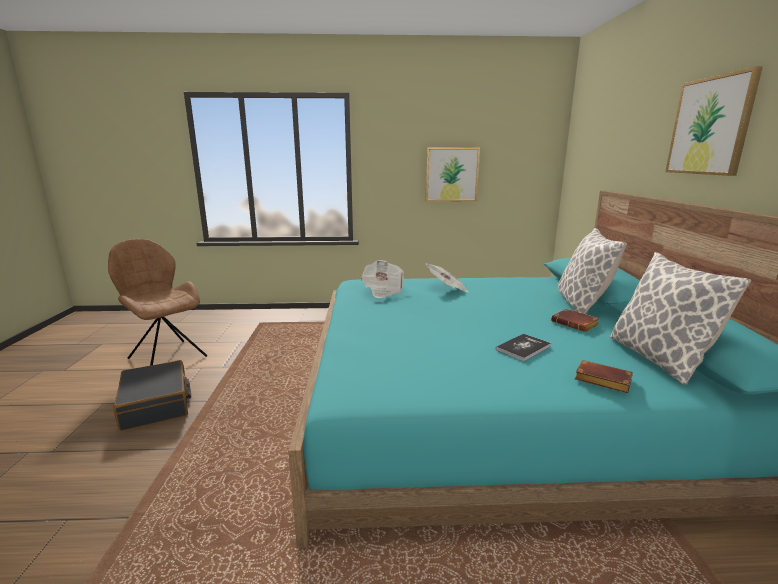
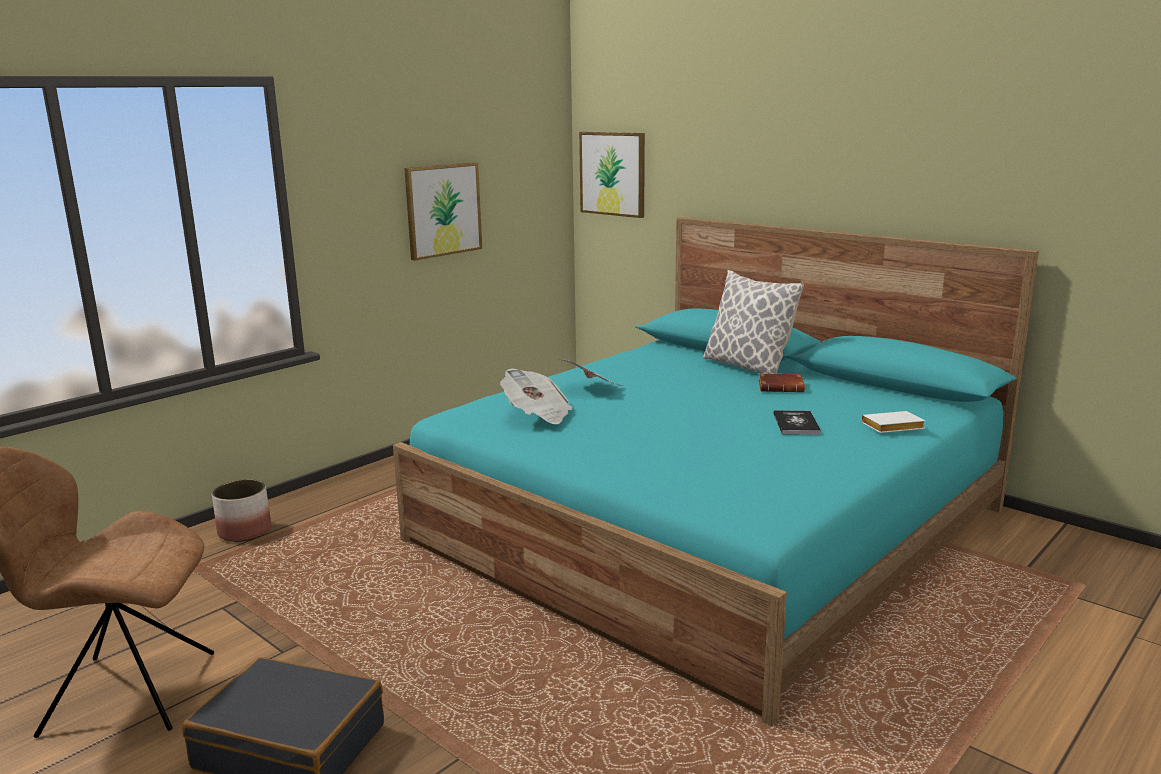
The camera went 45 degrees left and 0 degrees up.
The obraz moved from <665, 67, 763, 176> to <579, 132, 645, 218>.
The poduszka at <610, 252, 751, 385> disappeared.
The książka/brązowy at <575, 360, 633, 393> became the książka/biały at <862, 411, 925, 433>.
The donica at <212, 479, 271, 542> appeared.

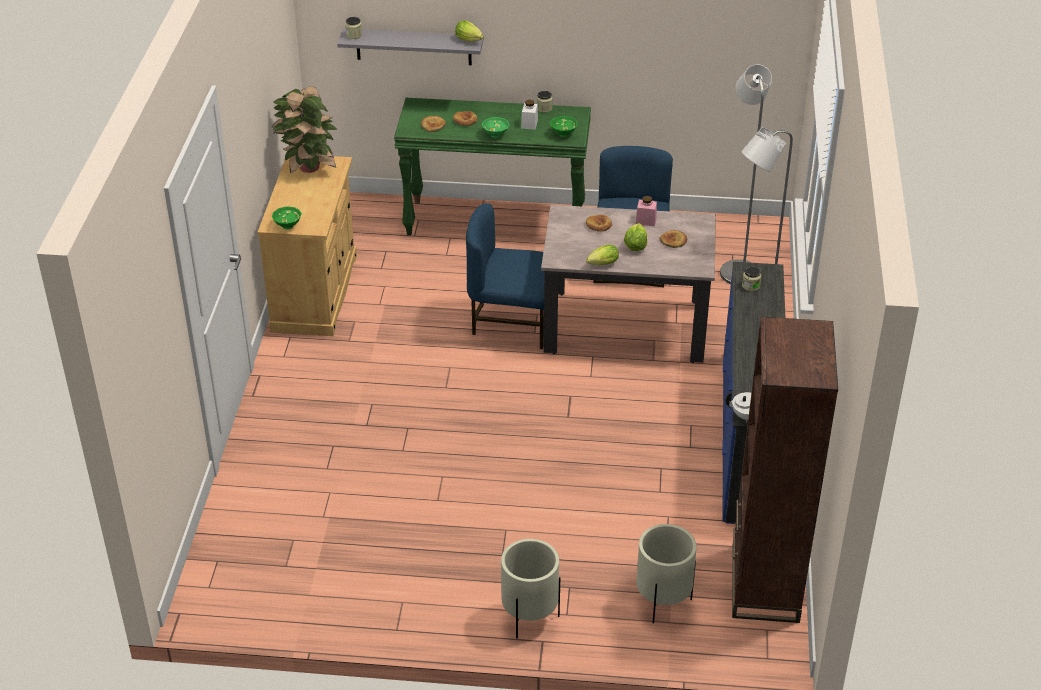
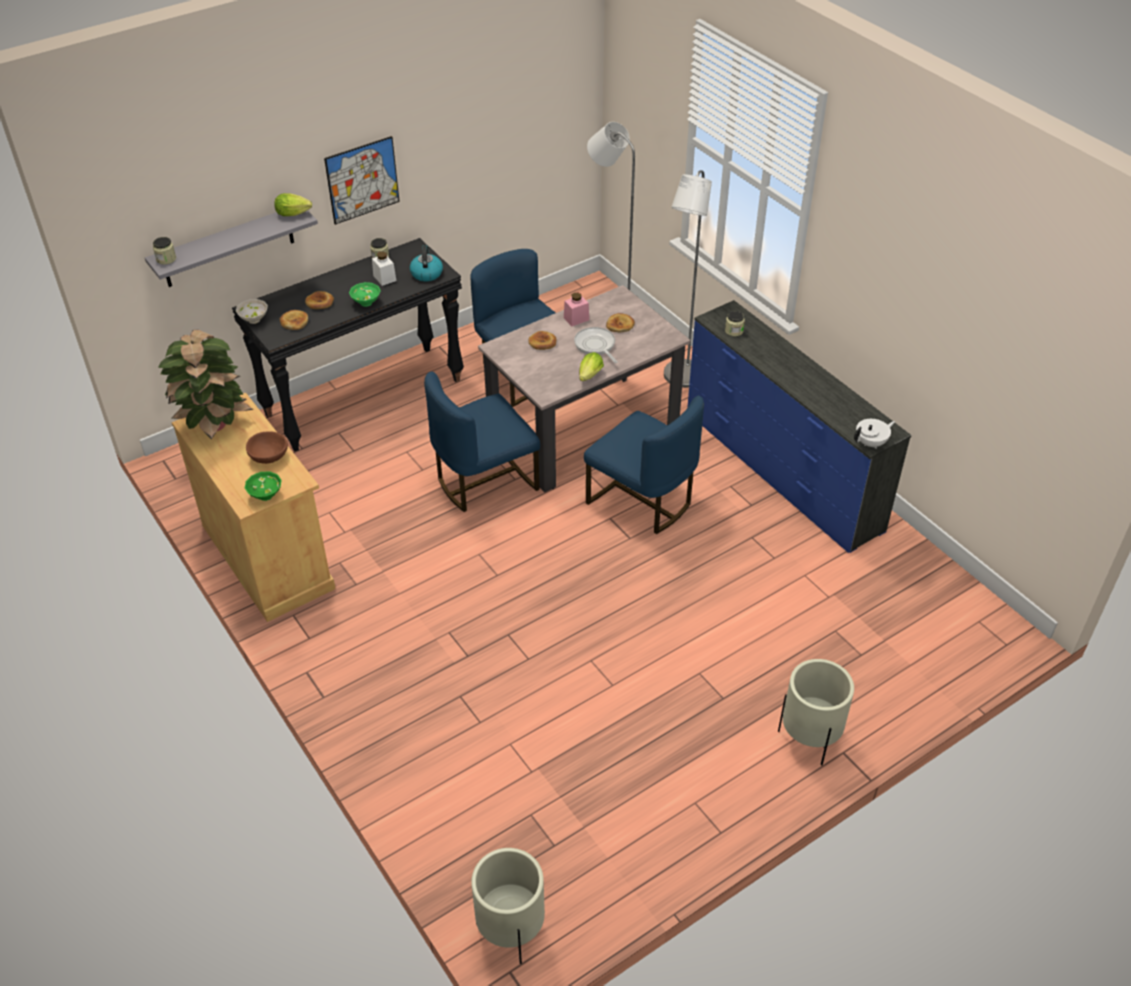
The camera went 40 degrees left and 5 degrees up.
The stolik konsolowy/zielony at <394, 98, 591, 236> became the stolik konsolowy/czarny at <232, 238, 464, 452>.
The miska/zielony at <550, 116, 578, 137> was replaced by the czajnik at <410, 245, 443, 281>.
The sałata at <624, 223, 647, 251> was replaced by the patelnia at <574, 327, 618, 363>.
The regał/brązowy at <732, 317, 838, 623> disappeared.
The donica/beżowy moved from <636, 524, 697, 624> to <471, 848, 545, 964>.
The obraz at <324, 136, 400, 225> appeared.
The miska/biały at <236, 299, 268, 324> appeared.
The krzesło/niebieski at <584, 396, 704, 534> appeared.
The miska/brązowy at <246, 431, 288, 464> appeared.

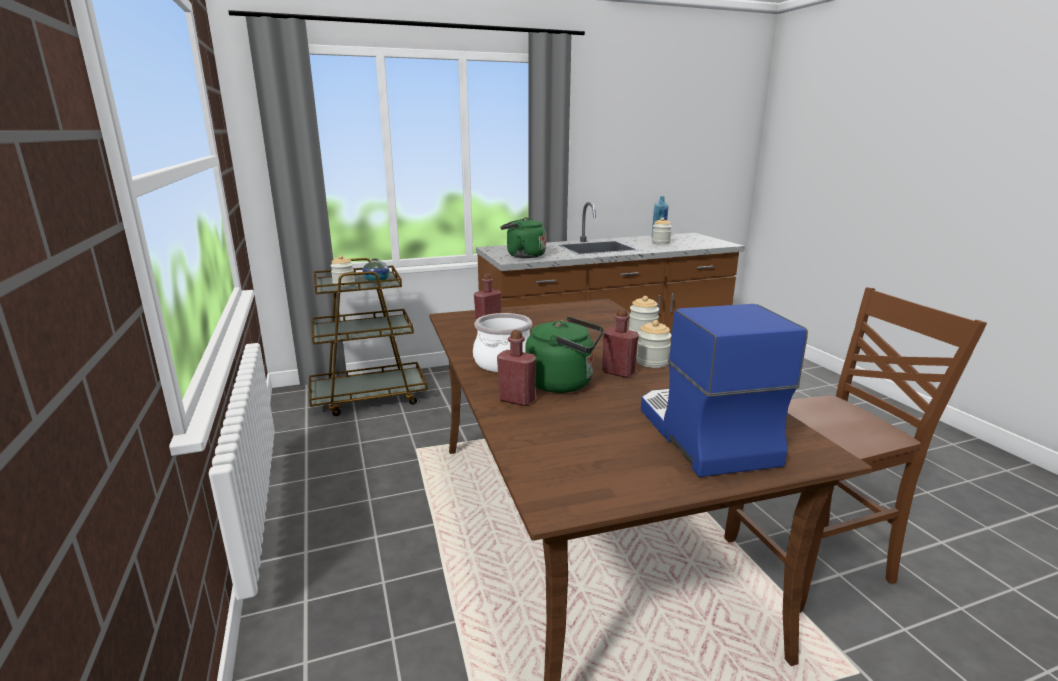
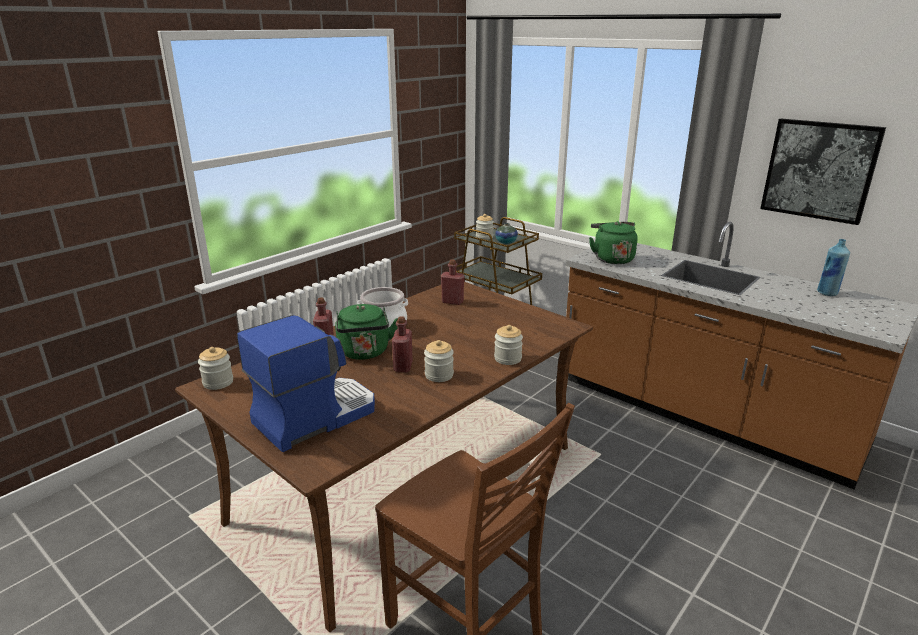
The camera went 60 degrees right and 5 degrees up.
The słoik moved from <652, 218, 672, 244> to <198, 347, 233, 390>.
The obraz at <760, 119, 886, 225> appeared.

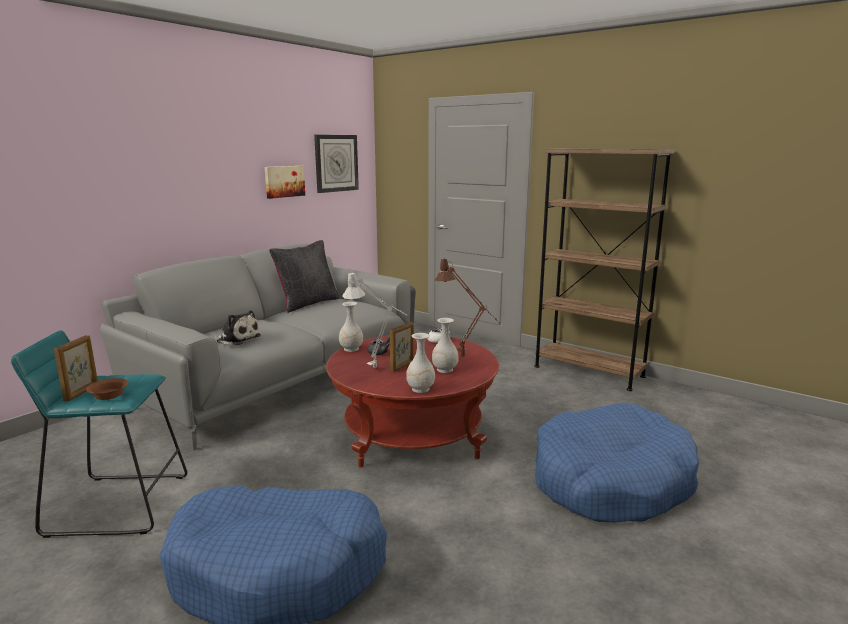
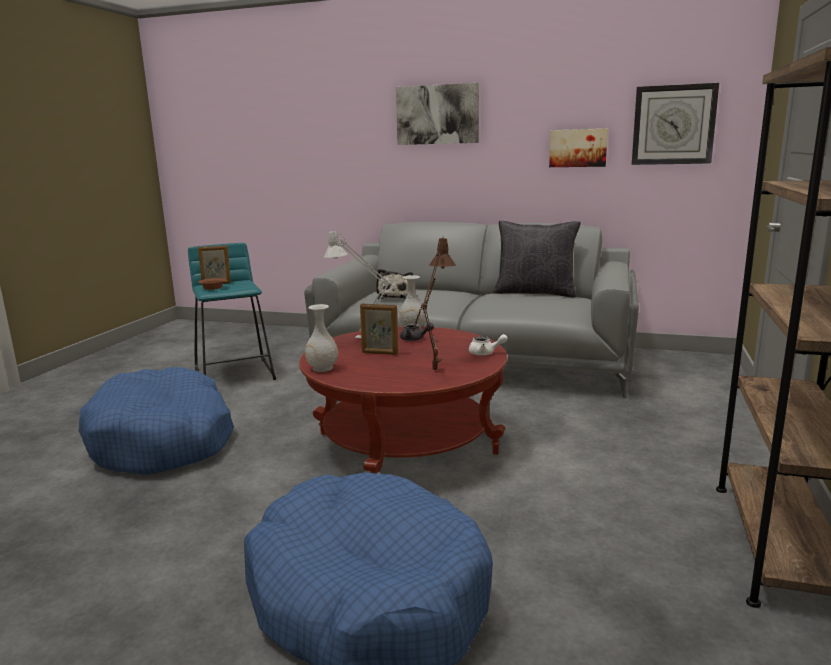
The camera went 70 degrees right and 0 degrees up.
The wazon/biały at <432, 318, 459, 373> disappeared.
The obraz at <396, 83, 479, 145> appeared.

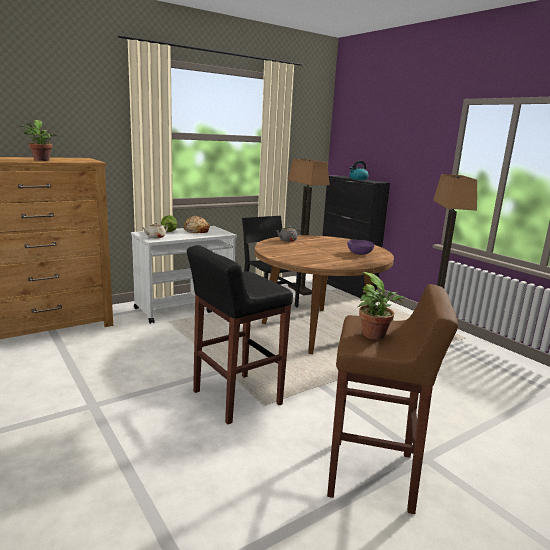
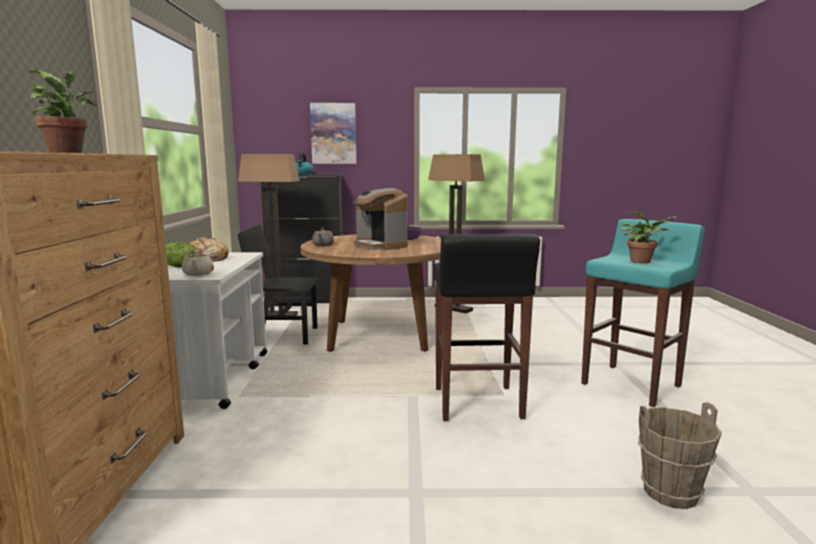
The camera went 55 degrees left and 5 degrees down.
The stołek/brązowy at <327, 284, 458, 514> became the stołek/turkusowy at <581, 219, 705, 407>.
The obraz at <310, 103, 356, 164> appeared.
The ekspres do kawy at <352, 188, 408, 250> appeared.
The wiadro/brązowy at <638, 402, 722, 509> appeared.

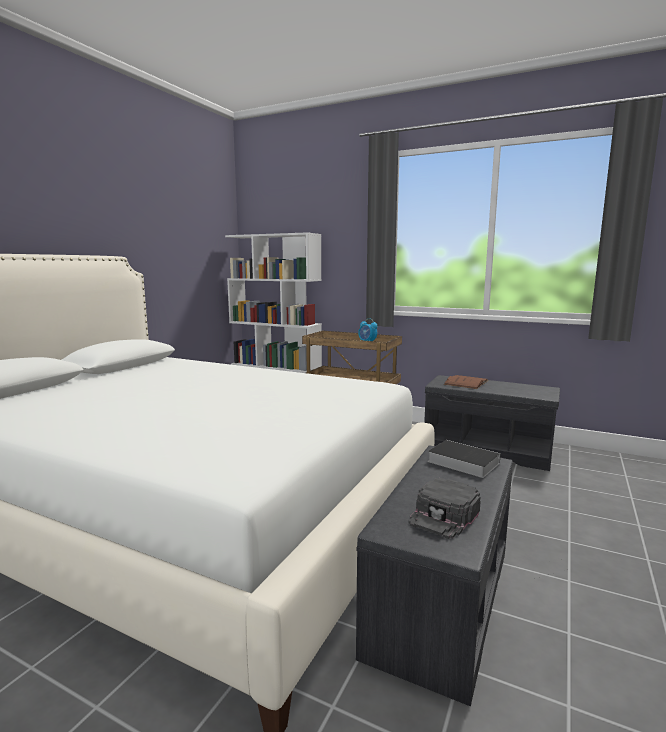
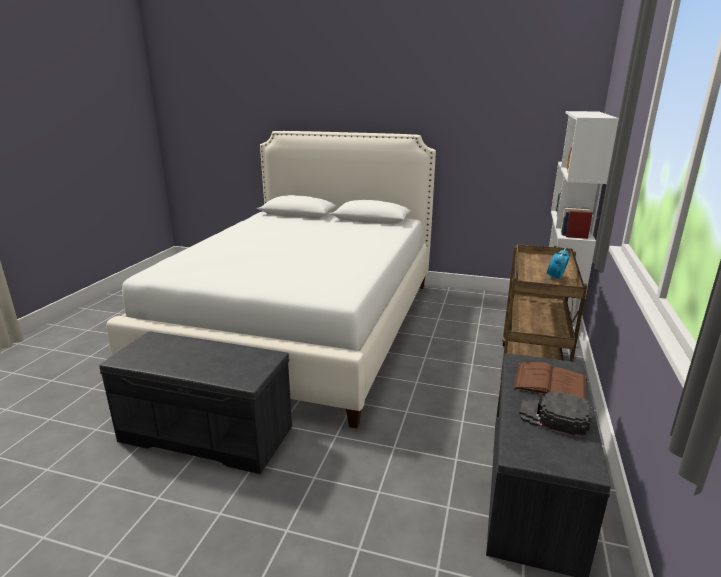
The camera went 80 degrees right and 10 degrees up.
The książka at <428, 440, 501, 478> disappeared.
The czapka z daszkiem/czarny moved from <409, 478, 481, 539> to <519, 391, 592, 437>.

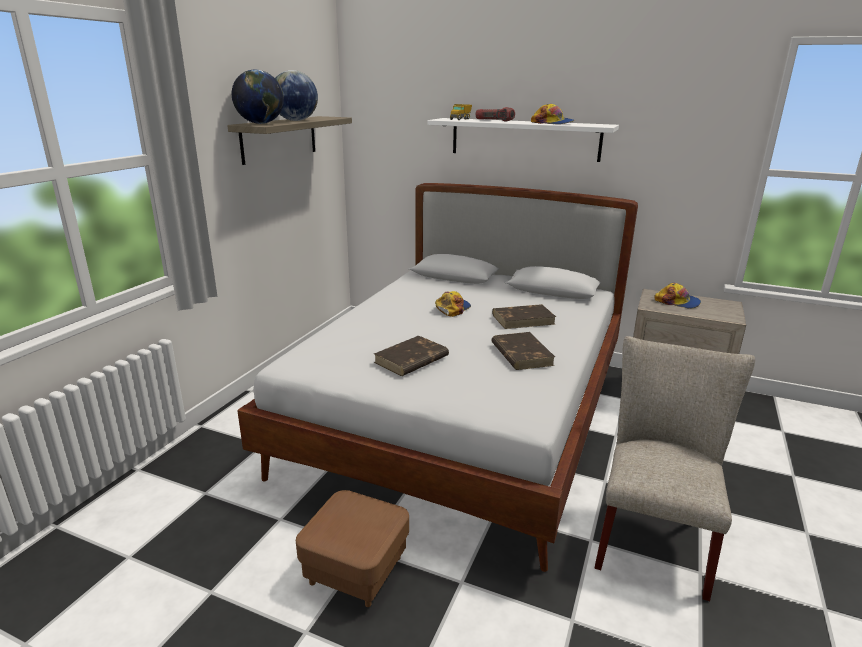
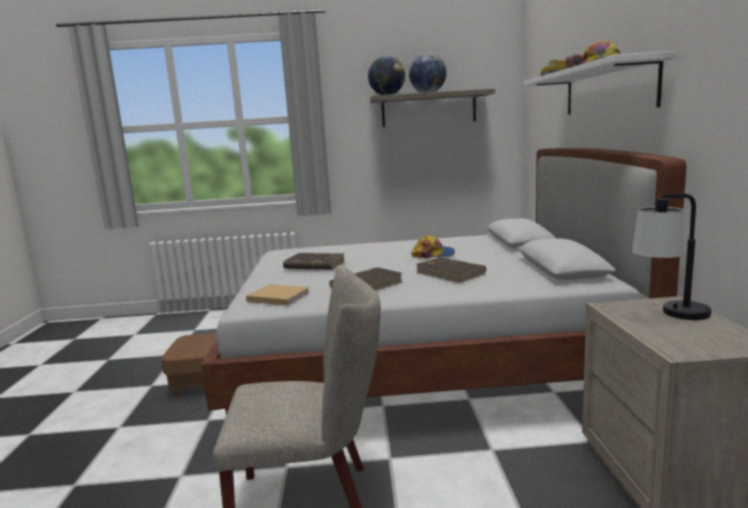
The camera went 65 degrees right and 10 degrees down.
The czapka z daszkiem at <655, 283, 701, 309> was replaced by the lampa stołowa at <632, 194, 711, 320>.
The książka/beżowy at <246, 284, 310, 306> appeared.

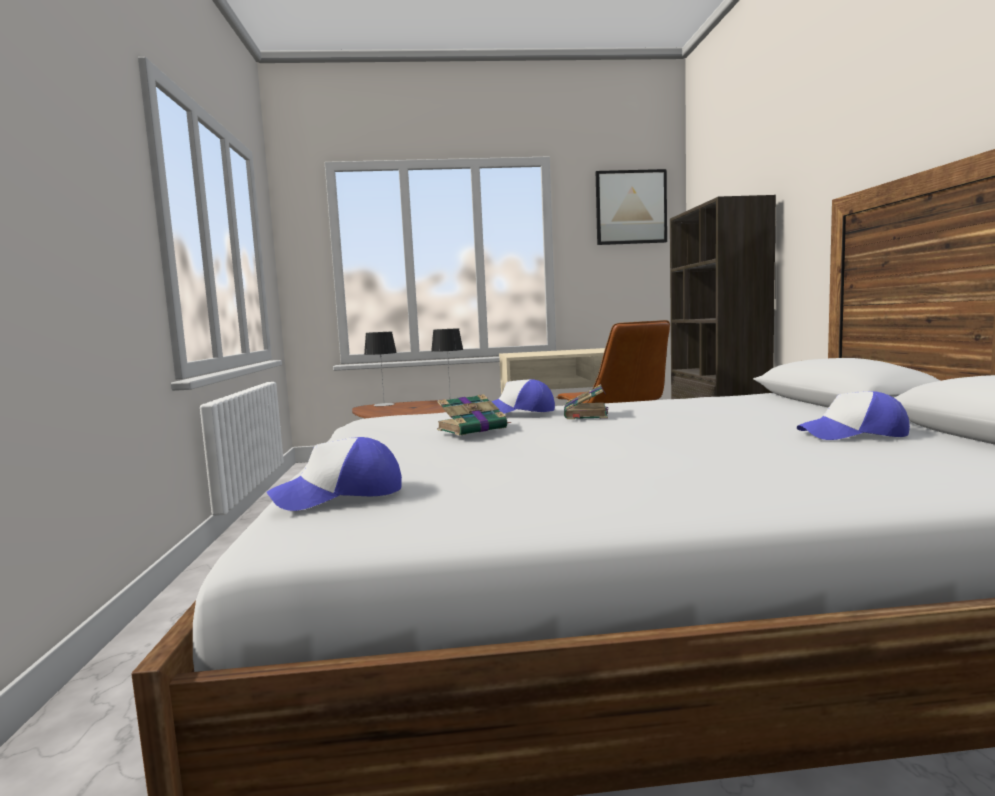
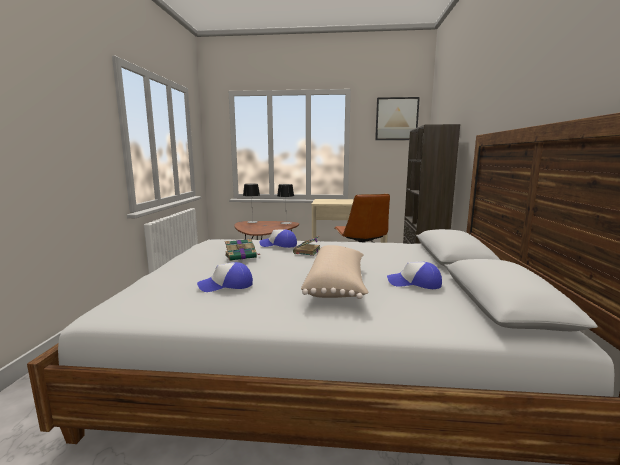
The camera went 10 degrees right and 5 degrees up.
The czapka z daszkiem moved from <267, 437, 402, 511> to <197, 262, 253, 292>.
The poduszka/beżowy at <301, 245, 368, 299> appeared.

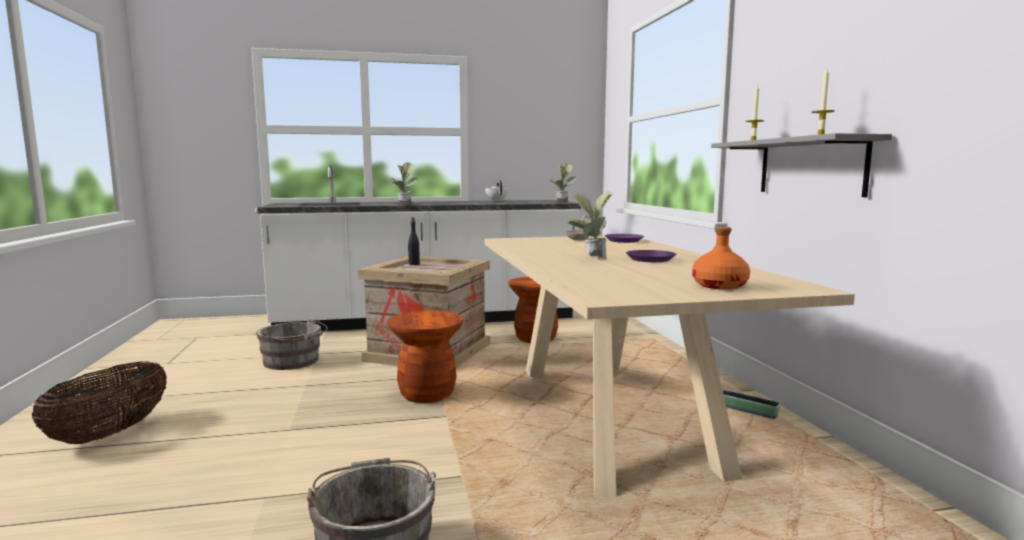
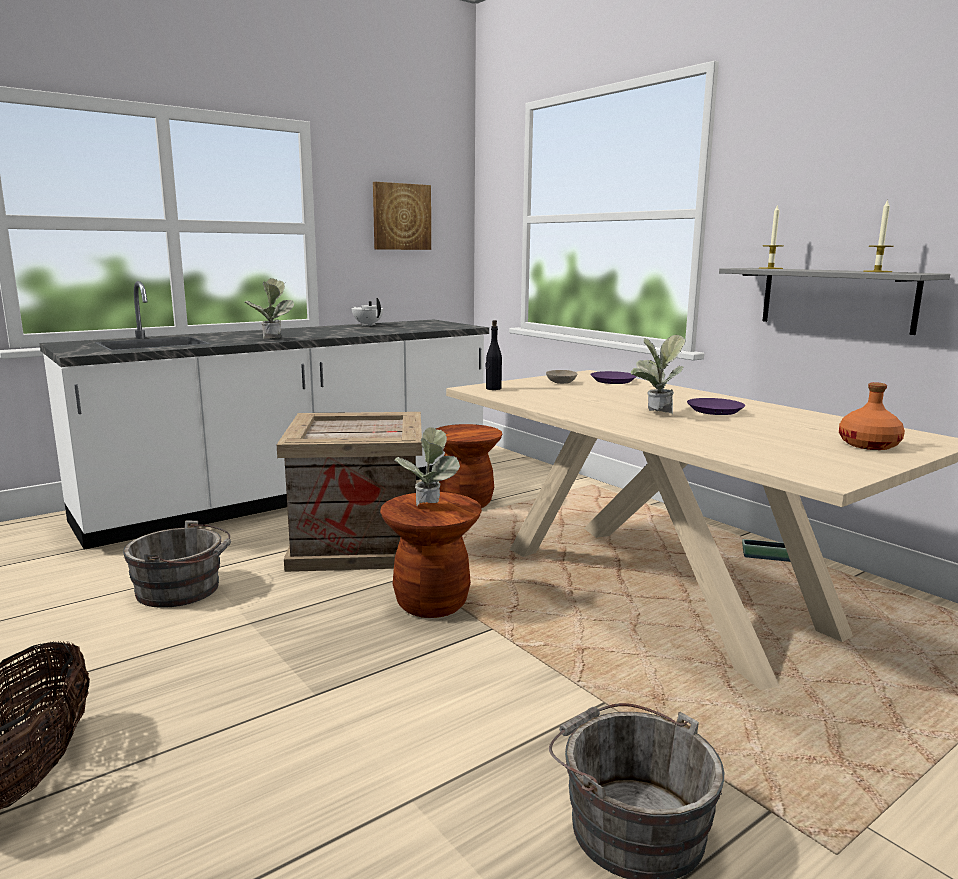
The camera went 25 degrees left and 5 degrees up.
The roślina doniczkowa moved from <547, 163, 576, 202> to <394, 427, 460, 506>.
The butelka/czarny moved from <408, 218, 420, 265> to <485, 320, 502, 390>.
The obraz at <373, 182, 431, 250> appeared.

